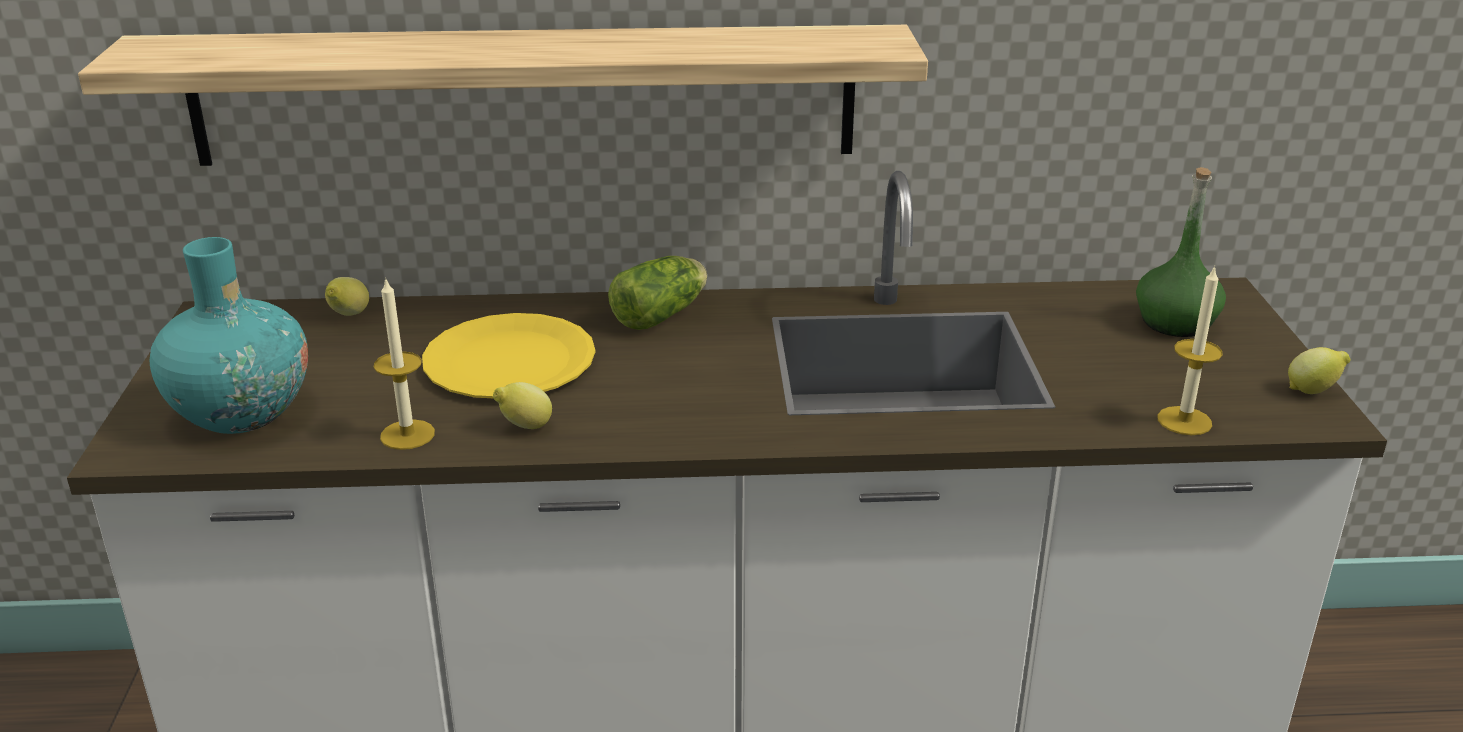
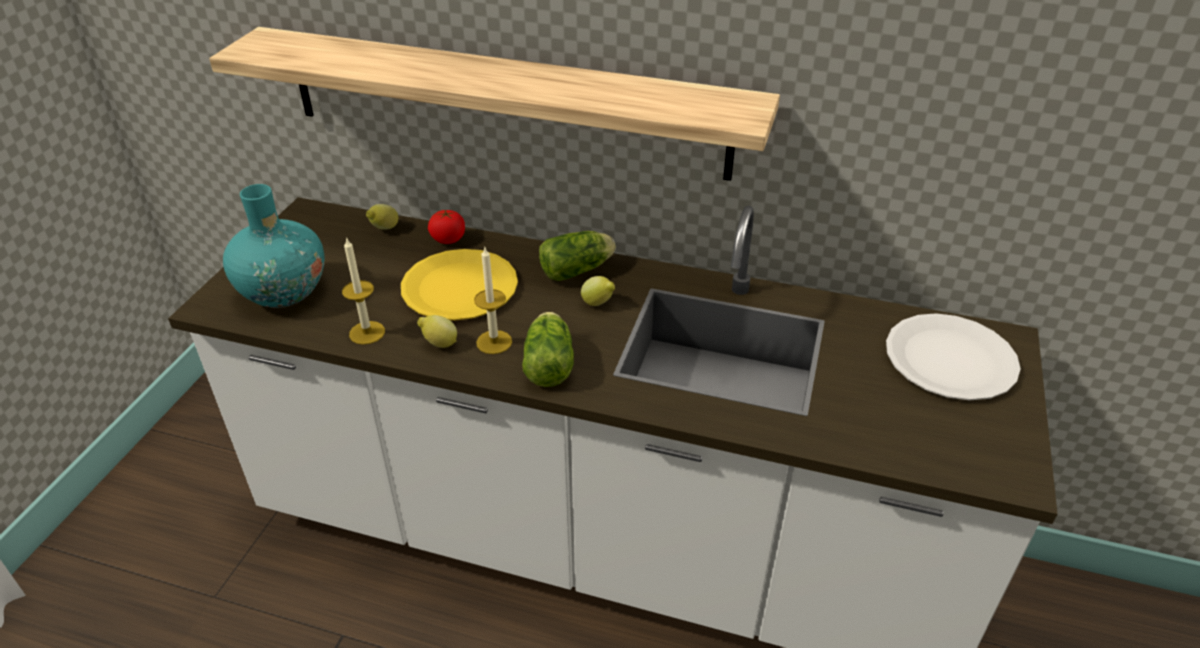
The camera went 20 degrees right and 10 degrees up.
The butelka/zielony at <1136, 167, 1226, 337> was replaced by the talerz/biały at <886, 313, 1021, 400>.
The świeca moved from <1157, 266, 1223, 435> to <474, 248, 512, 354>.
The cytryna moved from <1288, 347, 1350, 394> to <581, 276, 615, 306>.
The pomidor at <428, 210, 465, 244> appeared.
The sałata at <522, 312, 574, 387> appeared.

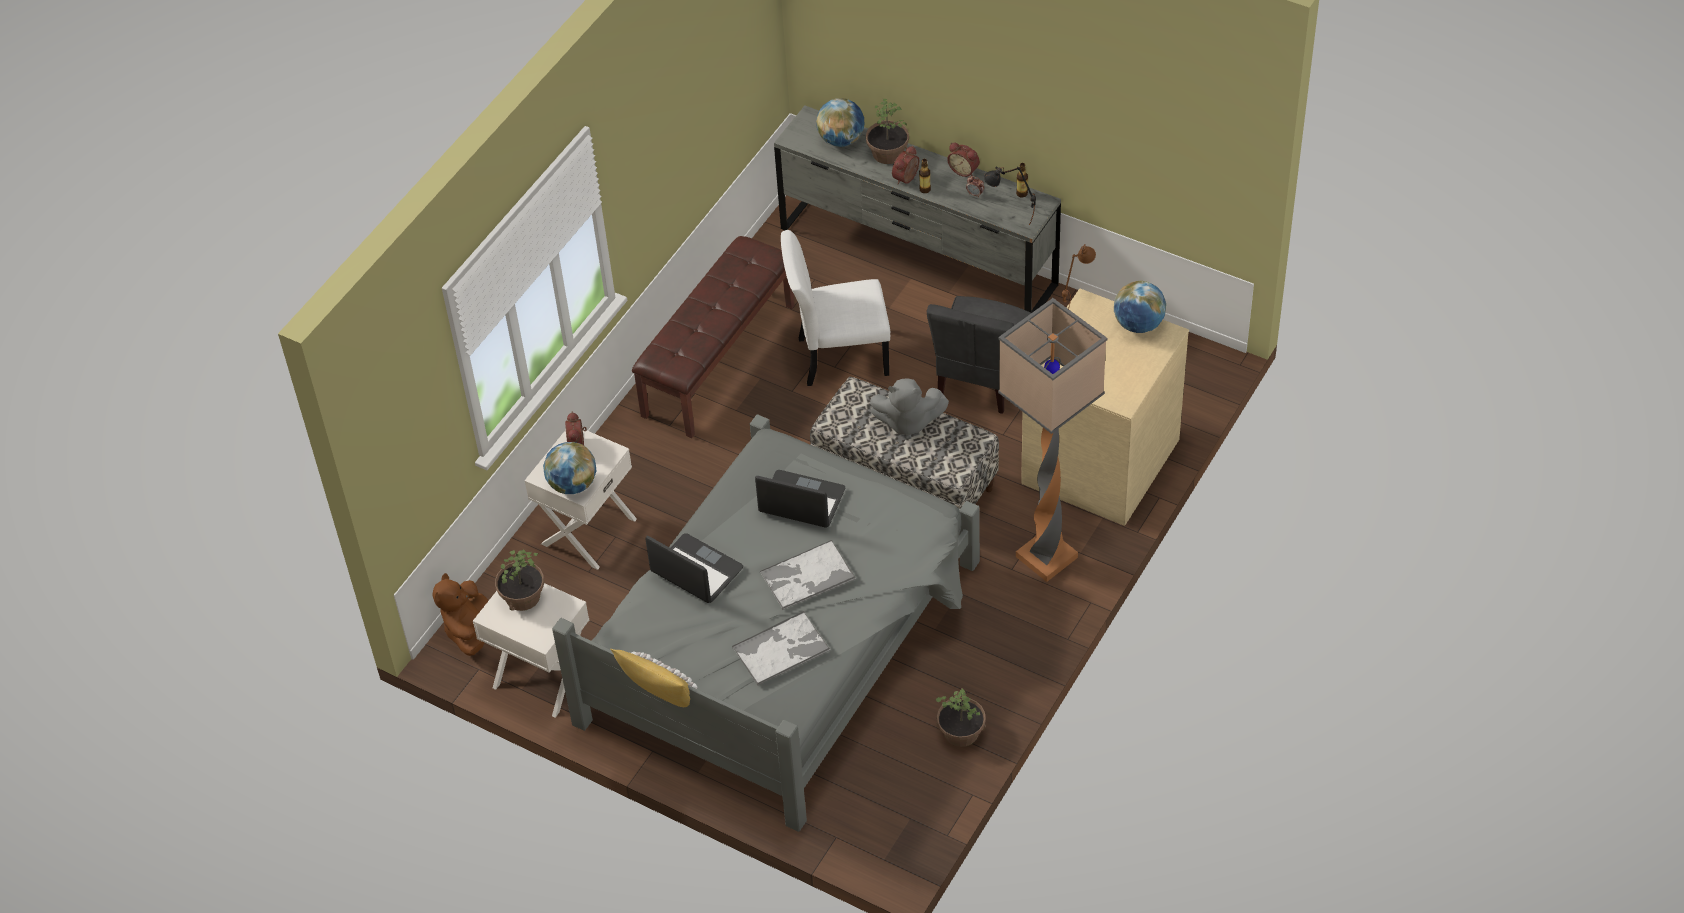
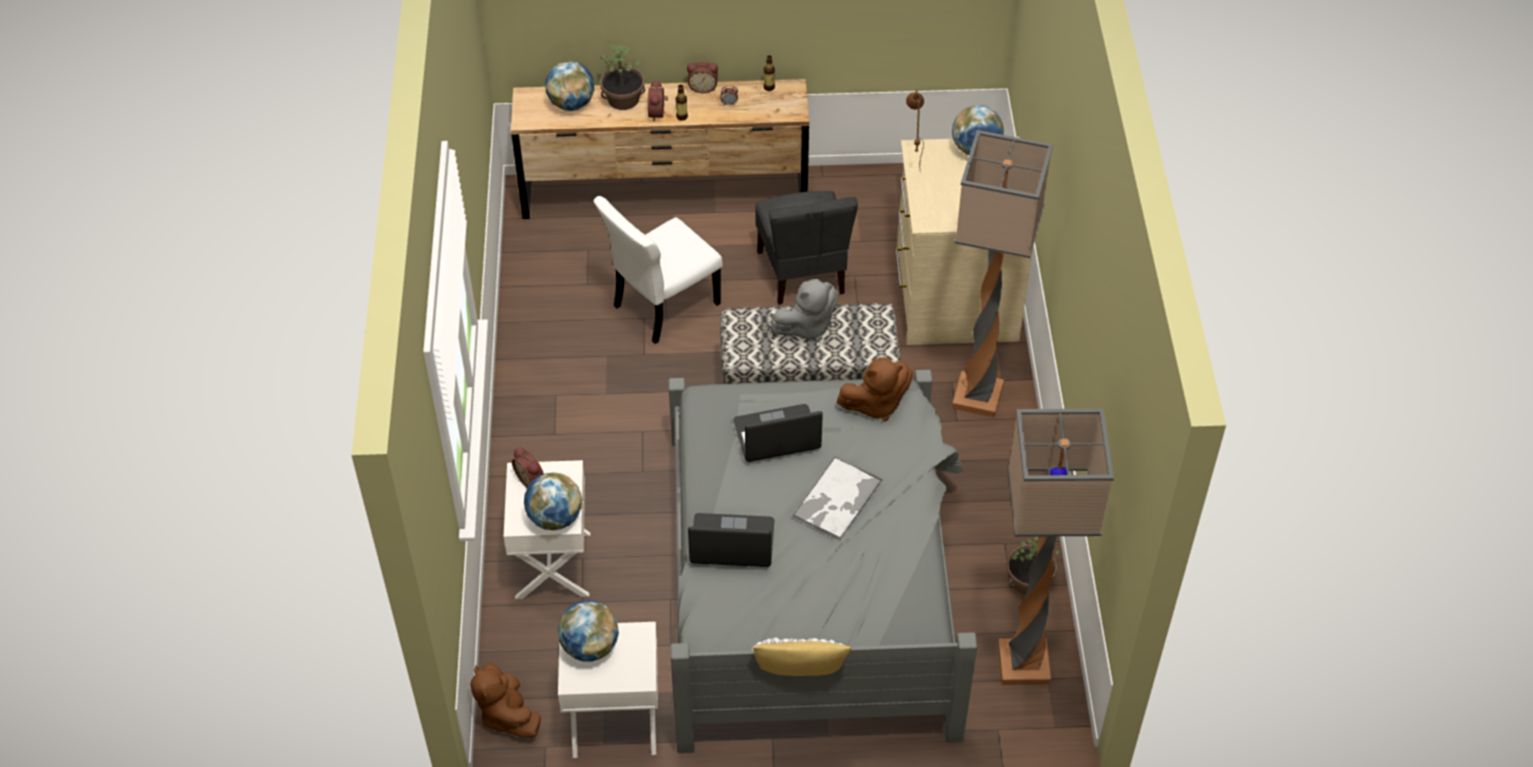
The camera went 35 degrees left and 0 degrees up.
The komoda/szary at <774, 106, 1061, 313> became the komoda/brązowy at <511, 79, 809, 219>.
The lampa stołowa/czarny at <984, 167, 1036, 224> disappeared.
The ławka/brązowy at <632, 236, 795, 438> disappeared.
The roślina doniczkowa at <495, 549, 544, 611> was replaced by the globus at <558, 600, 619, 661>.
The taca at <732, 611, 830, 686> disappeared.
The pluszak/brązowy at <837, 358, 913, 421> appeared.
The lampa stojąca at <998, 409, 1114, 685> appeared.

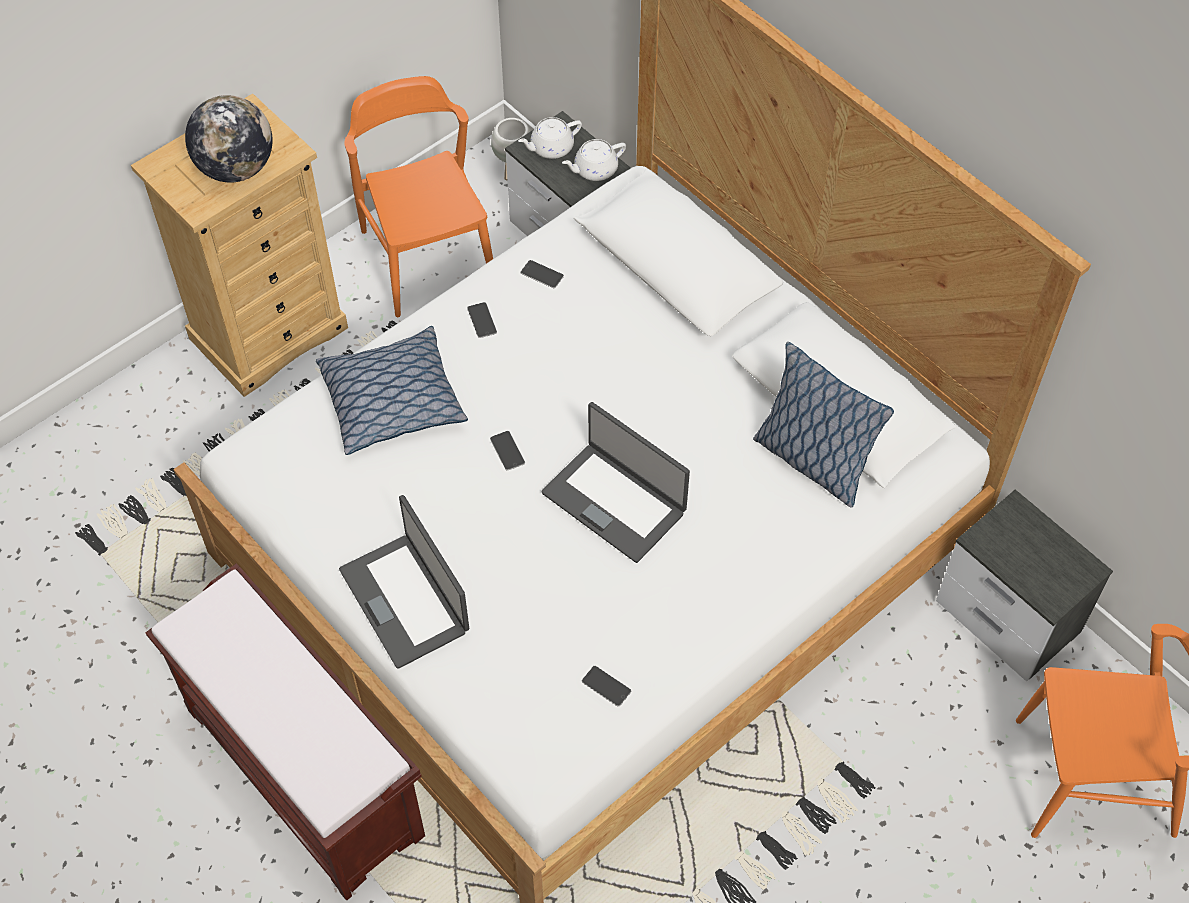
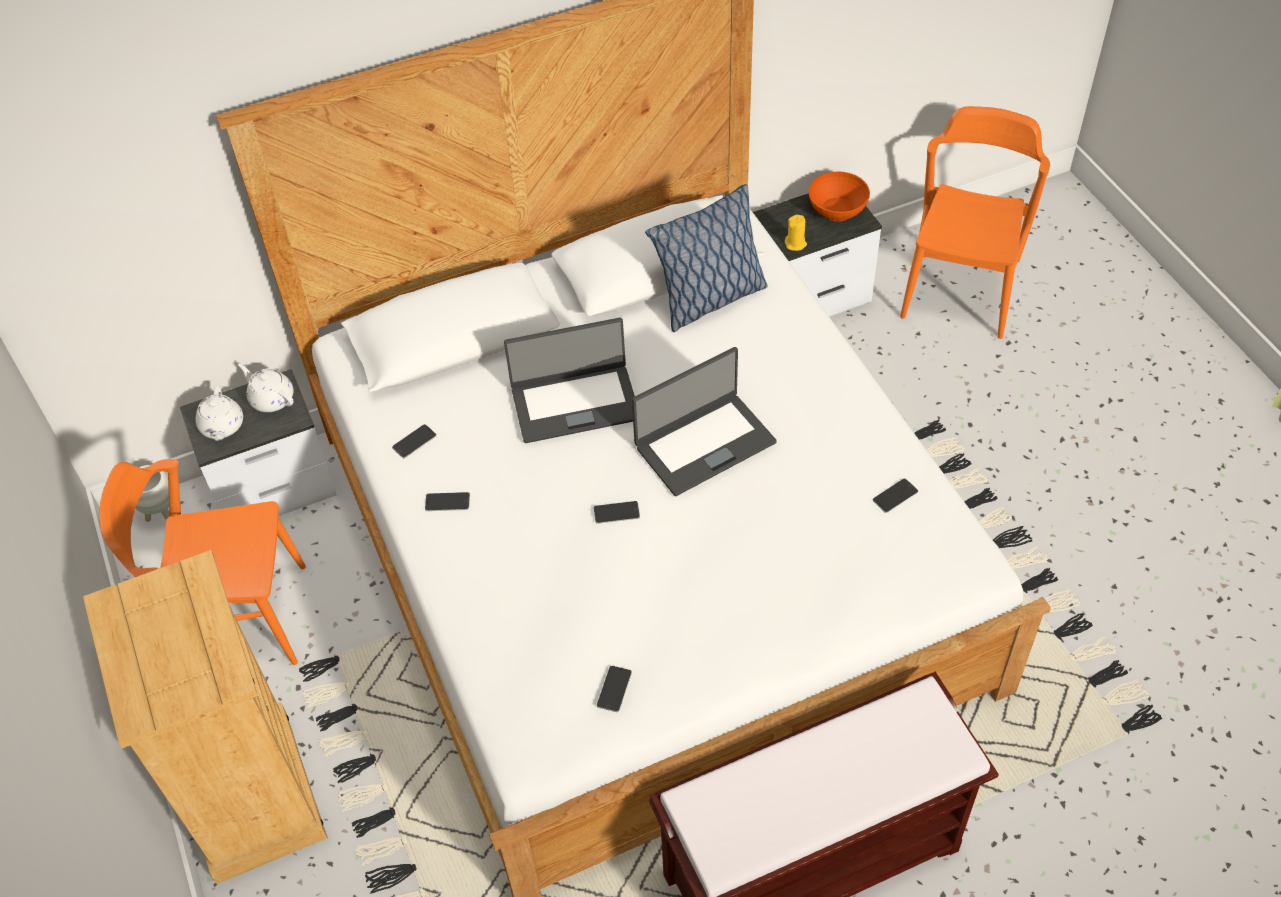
The camera went 70 degrees left and 5 degrees down.
The globus at <185, 95, 273, 183> disappeared.
The imbryk/biały at <562, 139, 626, 181> turned 135 degrees clockwise.
The poduszka at <316, 326, 468, 455> disappeared.
The laptop moved from <339, 495, 469, 669> to <504, 318, 635, 443>.
The miska/pomarańczowy at <809, 171, 870, 221> appeared.
The świeca/żółty at <785, 215, 807, 251> appeared.
The telefon at <597, 666, 632, 712> appeared.

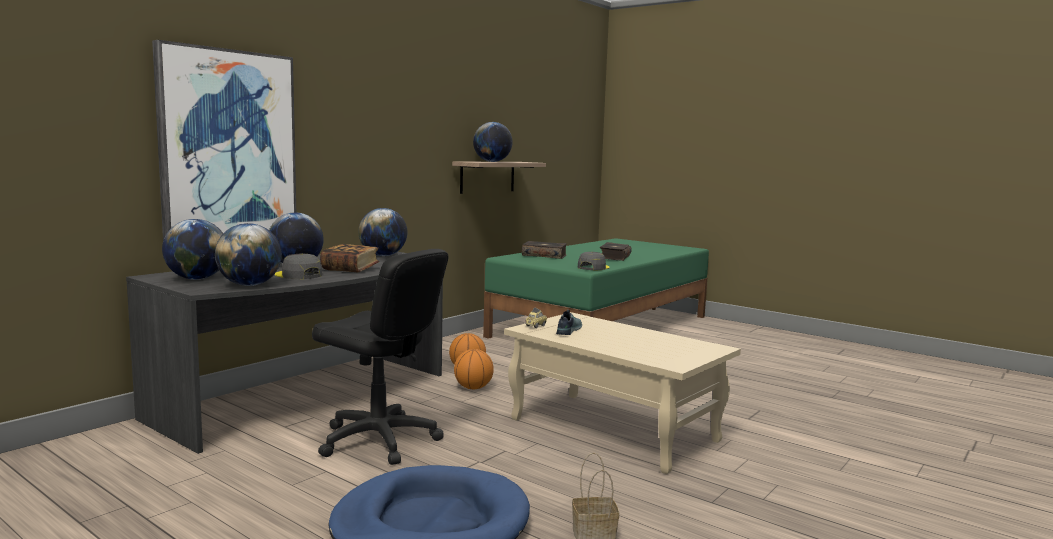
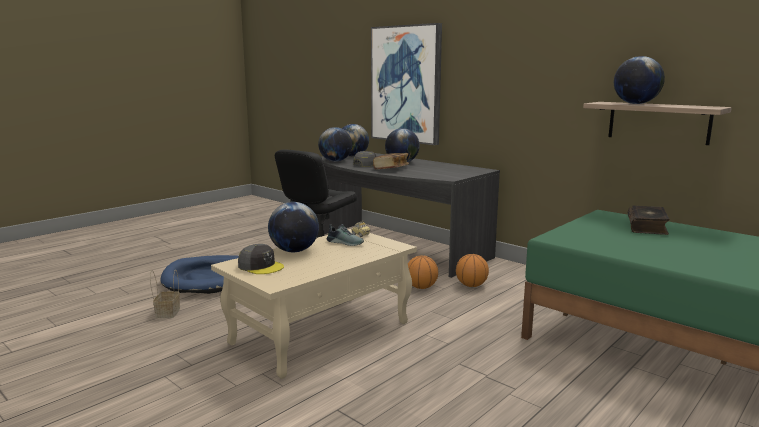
The camera went 95 degrees right and 5 degrees up.
The globus moved from <358, 208, 408, 256> to <268, 202, 319, 252>.
The książka at <600, 242, 632, 261> disappeared.
The czapka z daszkiem/szary moved from <578, 252, 610, 270> to <238, 244, 284, 274>.

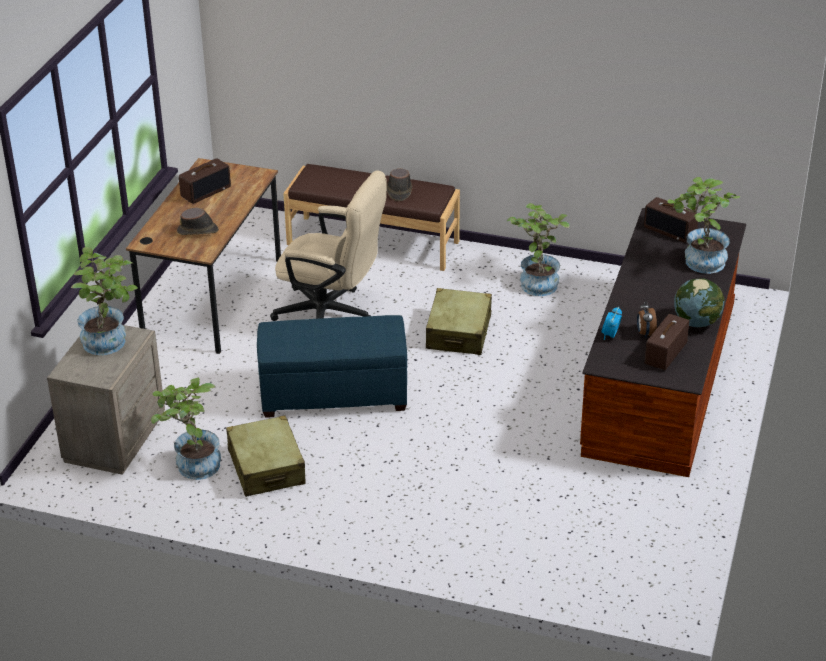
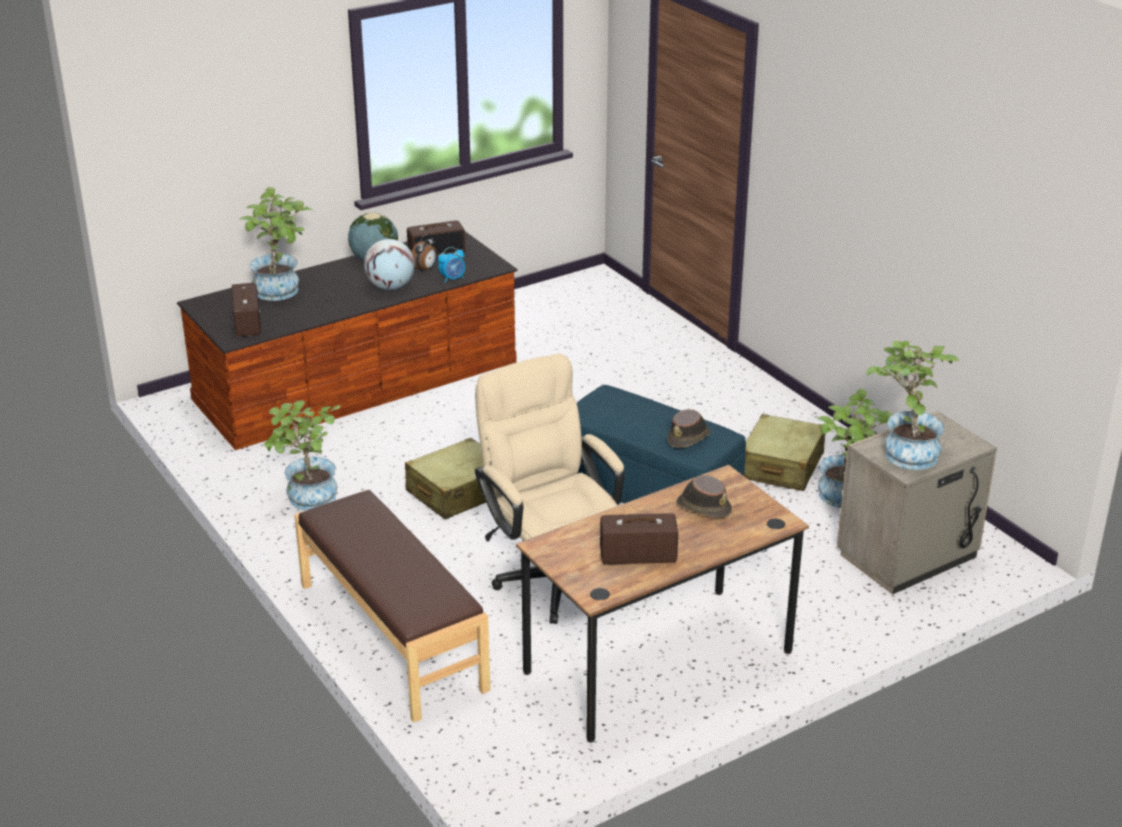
The camera went 140 degrees left and 5 degrees down.
The kapelusz/brązowy moved from <387, 169, 412, 201> to <667, 409, 711, 448>.
The globus at <364, 239, 415, 290> appeared.

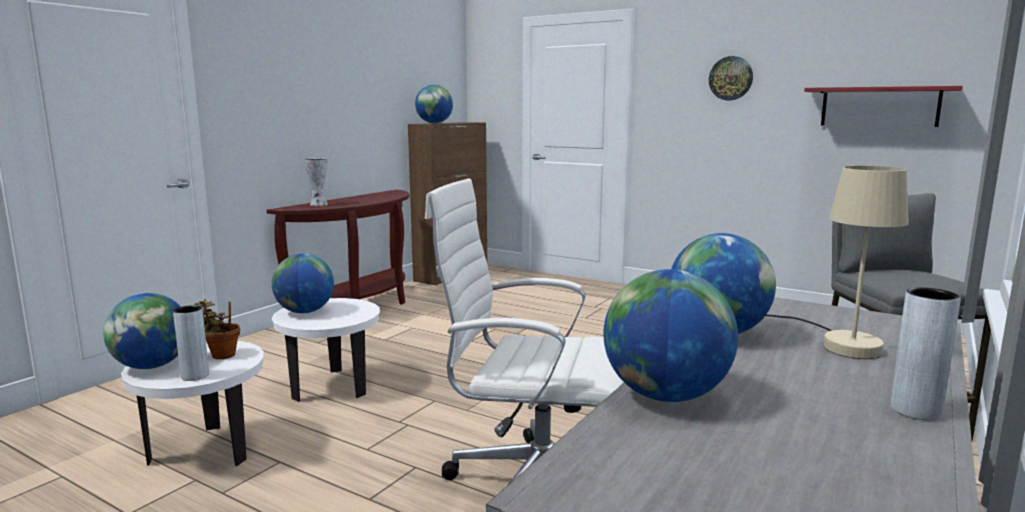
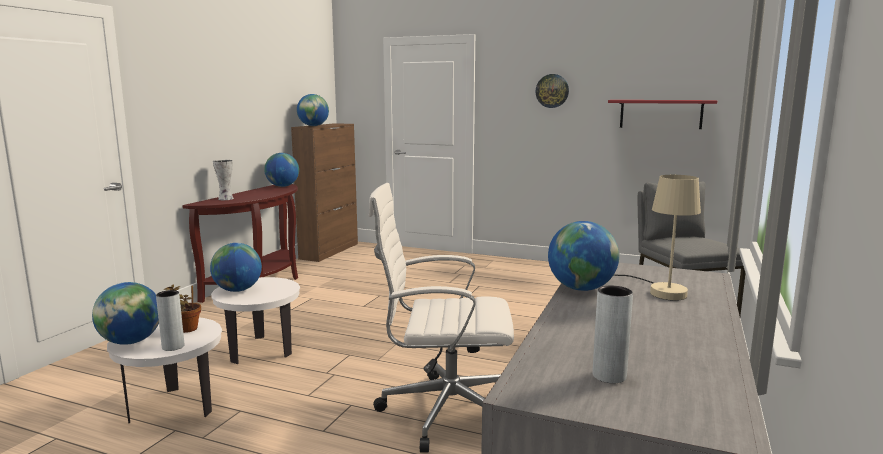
The camera went 10 degrees left and 0 degrees up.
The globus moved from <603, 269, 738, 402> to <264, 153, 299, 187>.
The wazon/szary moved from <891, 287, 961, 420> to <593, 286, 633, 383>.

